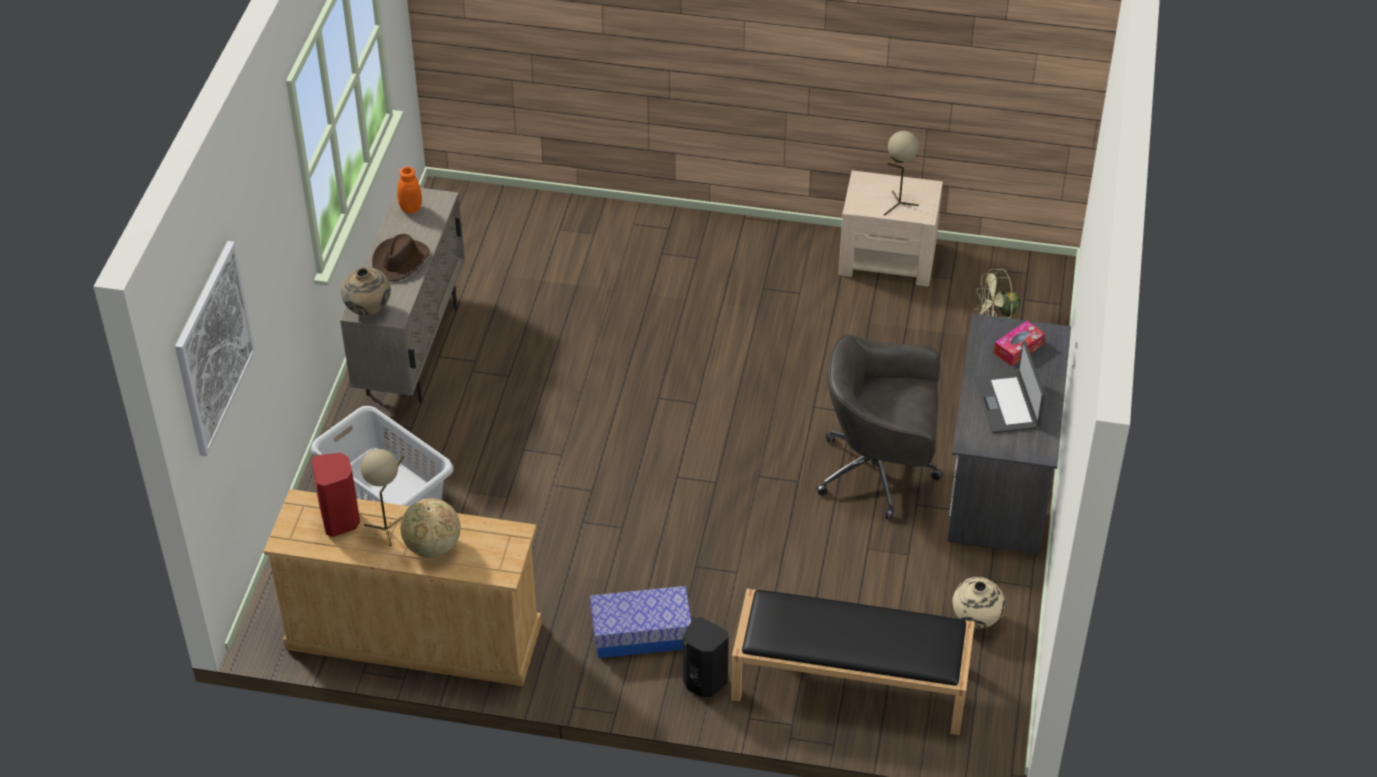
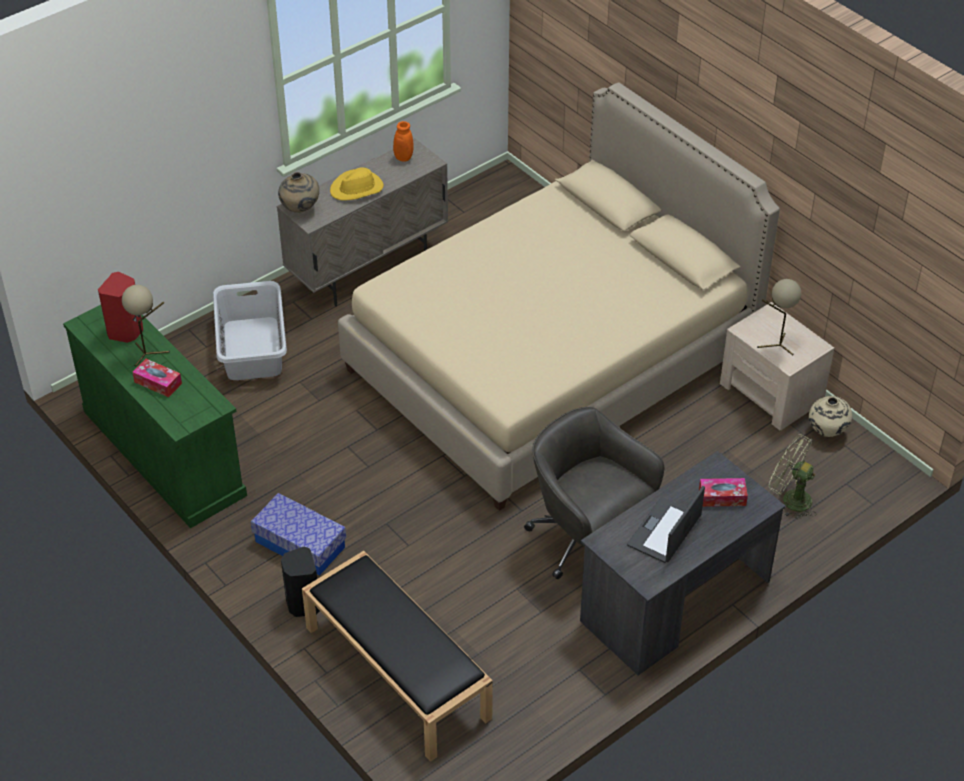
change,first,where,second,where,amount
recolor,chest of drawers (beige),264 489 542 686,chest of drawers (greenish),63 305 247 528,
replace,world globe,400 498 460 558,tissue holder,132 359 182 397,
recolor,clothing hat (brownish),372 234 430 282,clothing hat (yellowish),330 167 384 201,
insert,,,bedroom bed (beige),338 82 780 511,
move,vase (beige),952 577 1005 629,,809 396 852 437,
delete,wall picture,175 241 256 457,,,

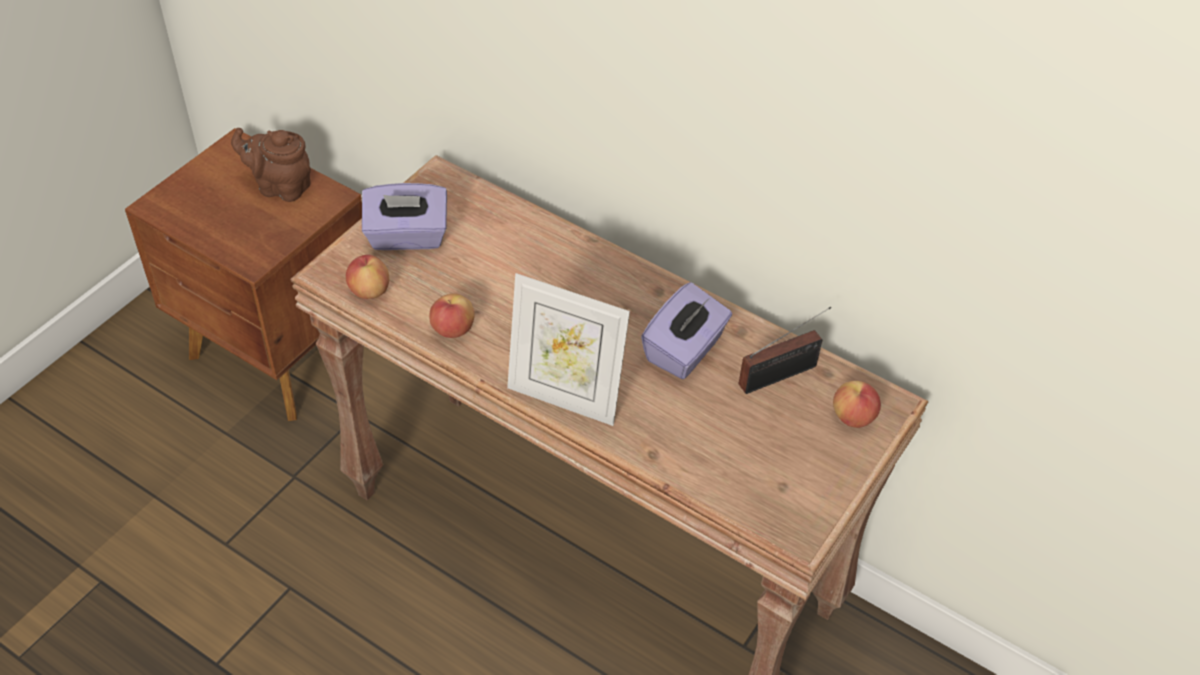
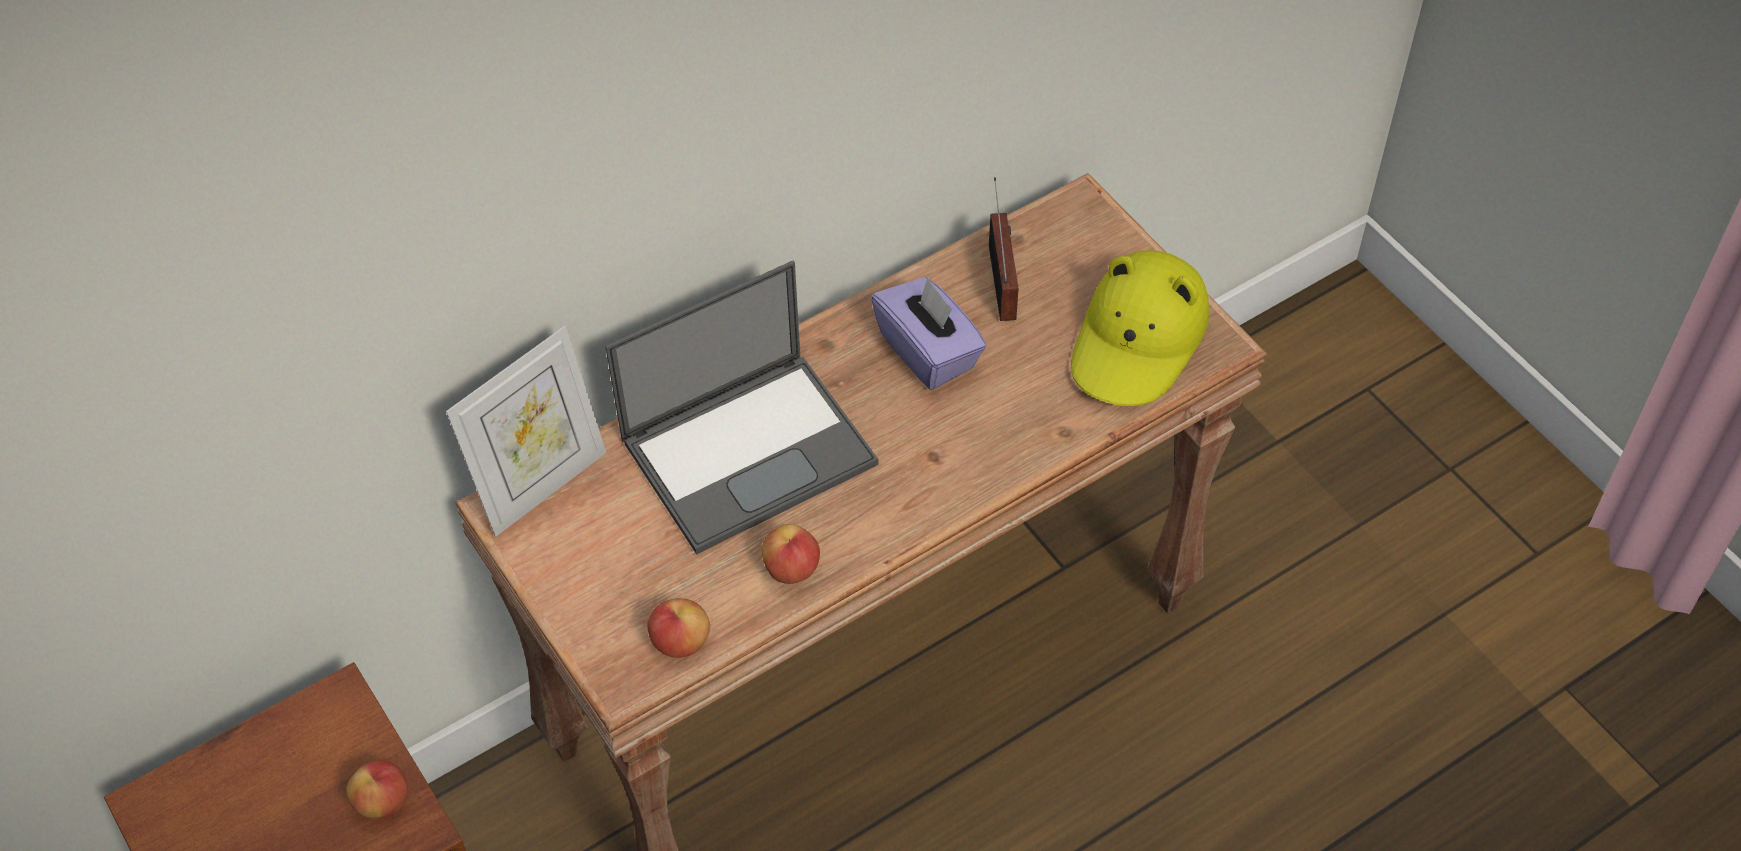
change,first,where,second,where,amount
move,apple,833 381 881 428,,346 760 408 818,
move,photo frame,507 273 630 426,,446 326 606 537,
insert,,,laptop,605 261 878 554,
insert,,,clothing hat (yellowish),1071 250 1209 406,
delete,teapot (brownish),231 128 311 202,,,
delete,tissue holder (purple),362 183 447 250,,,

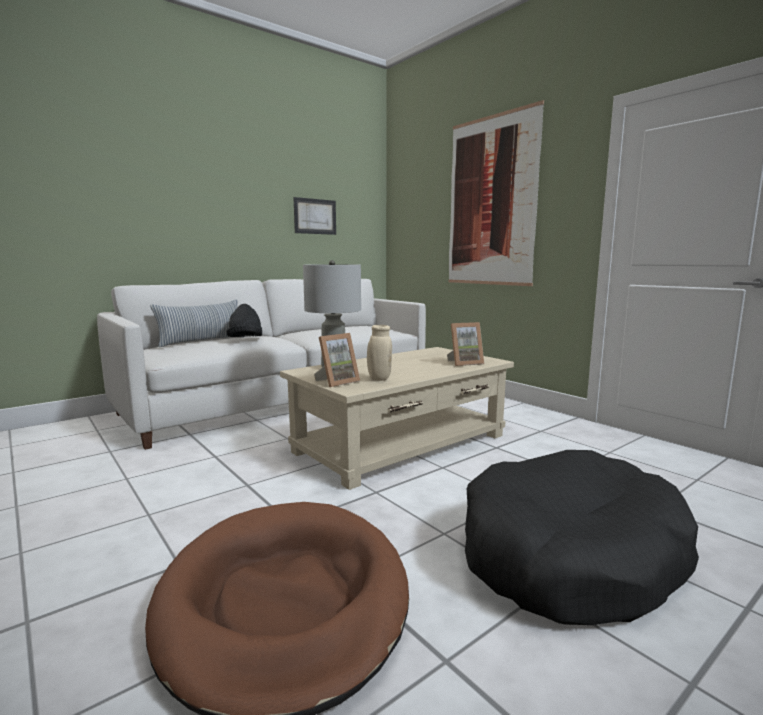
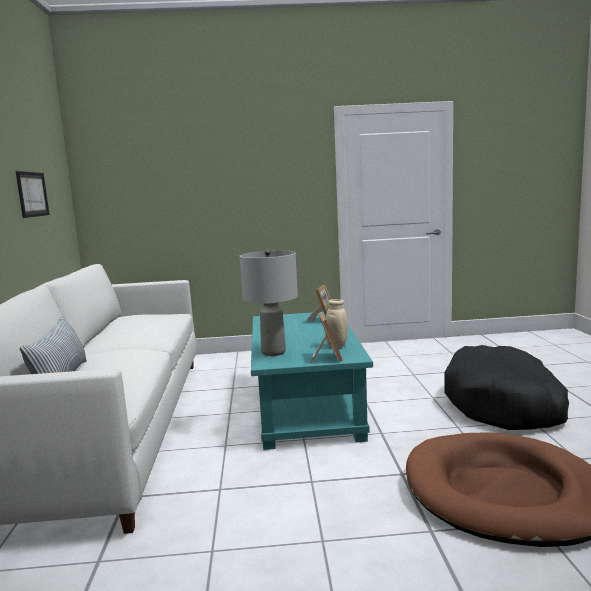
change,first,where,second,where,amount
recolor,low table (beige),280 347 514 490,low table (blue-green),251 312 373 450,
delete,clothing hat (black-coloured),226 304 262 337,,,
delete,wall picture,449 100 544 286,,,

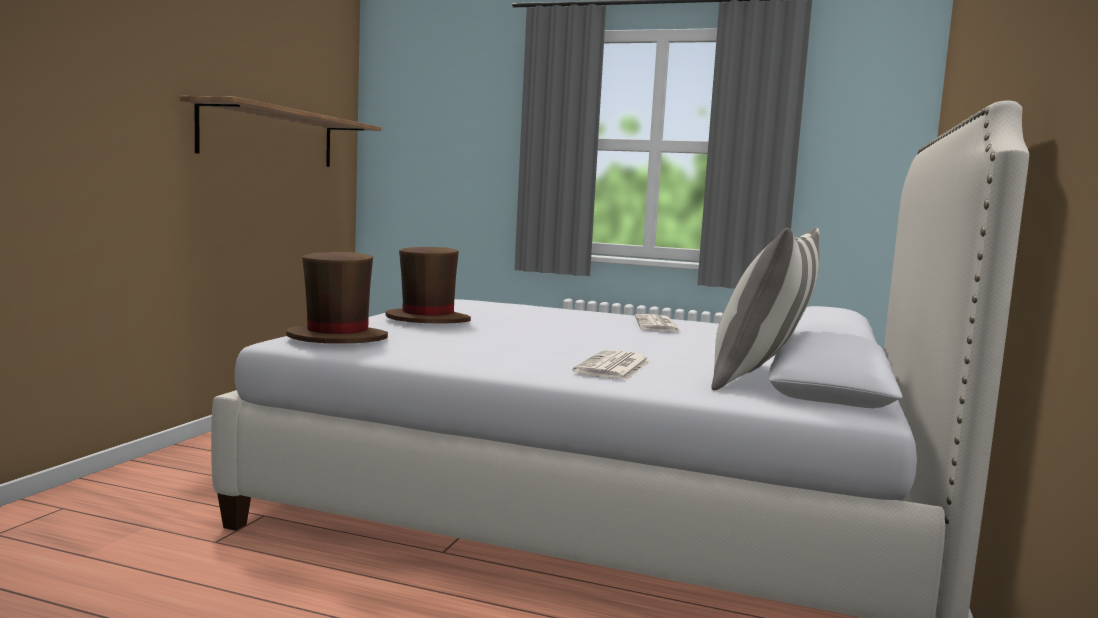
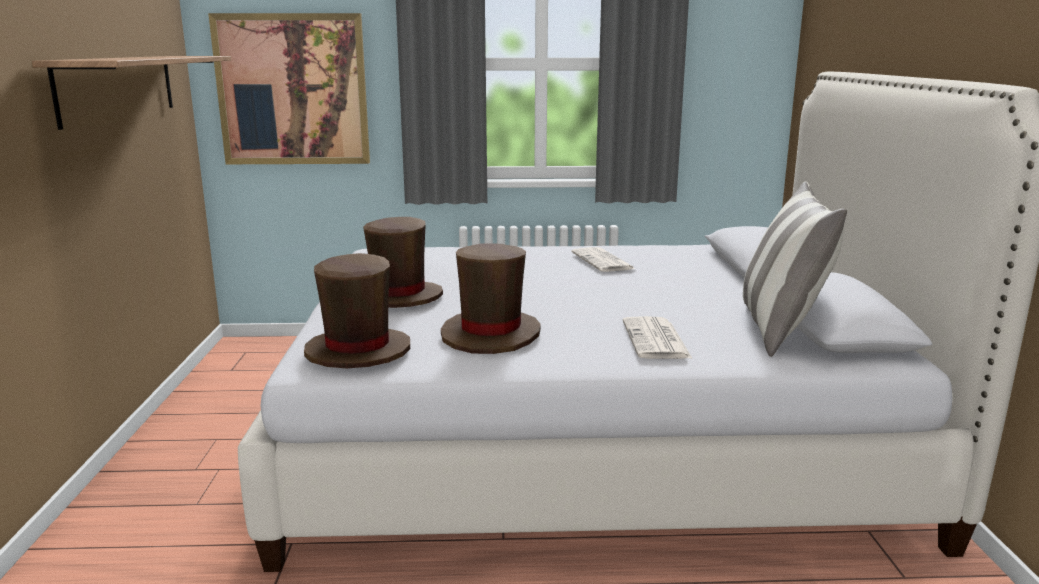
change,first,where,second,where,amount
insert,,,wall picture,208 13 370 164,
insert,,,clothing hat (brownish),441 244 541 354,

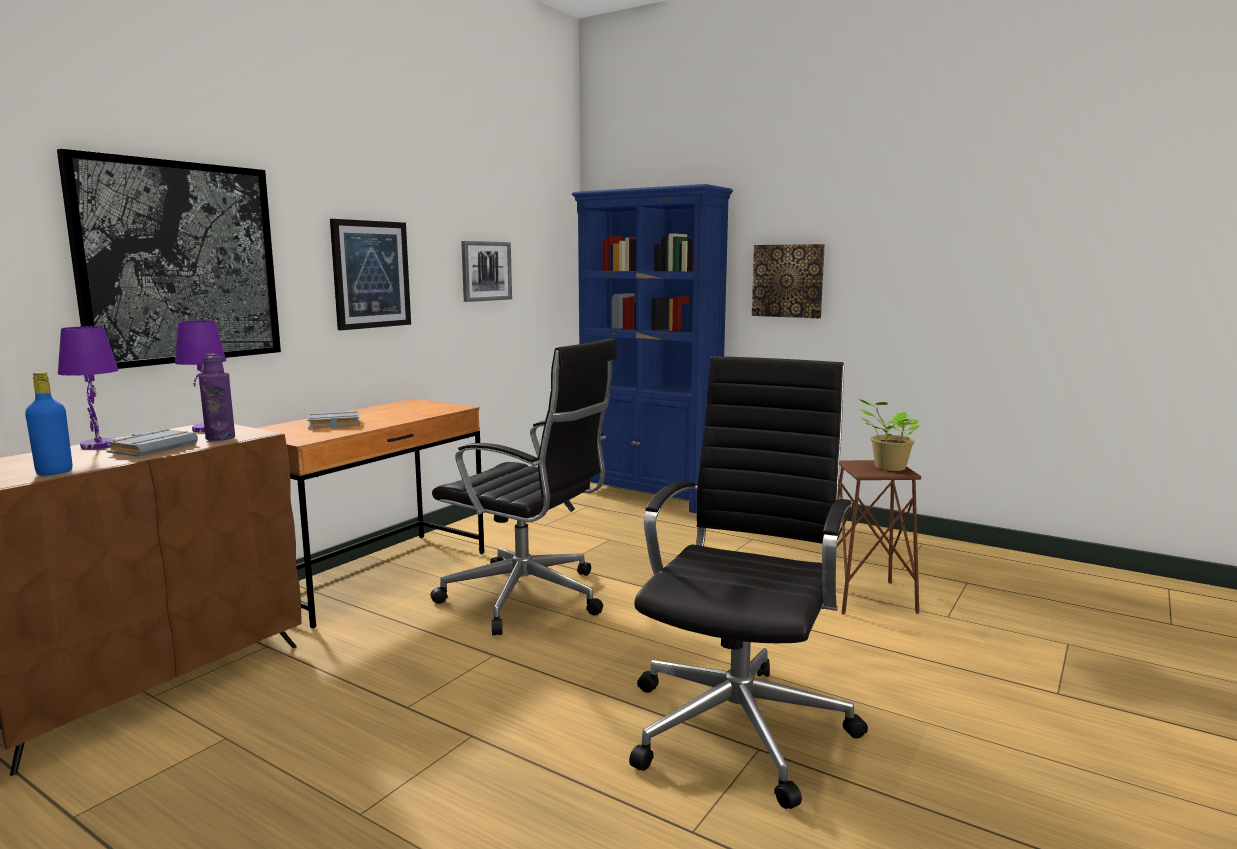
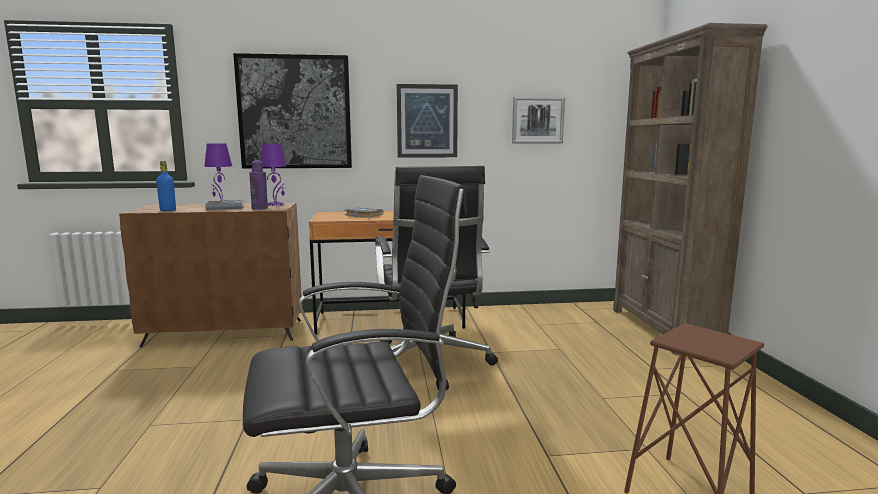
change,first,where,second,where,amount
recolor,bookshelf (bluish),572 184 733 513,bookshelf (brownish),613 23 767 355,
delete,wall picture,752 244 825 318,,,
delete,plant in a pot,859 399 919 471,,,

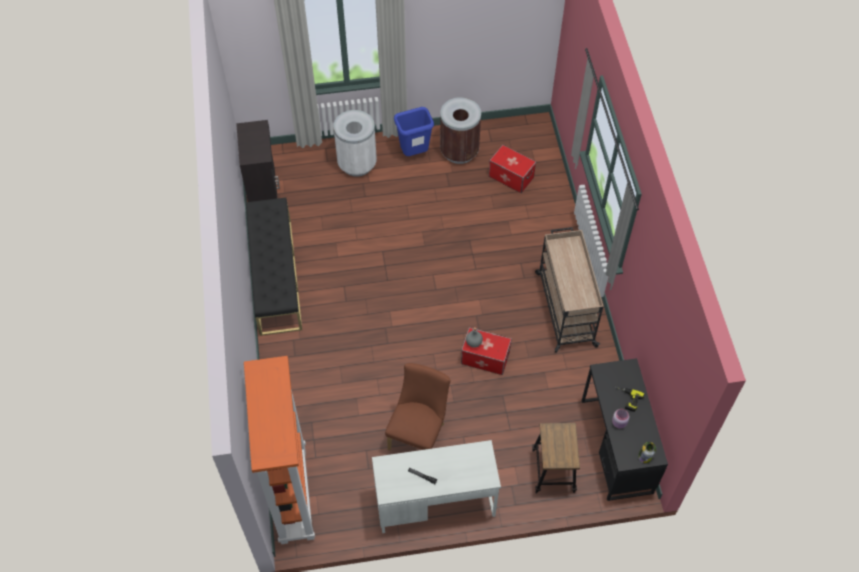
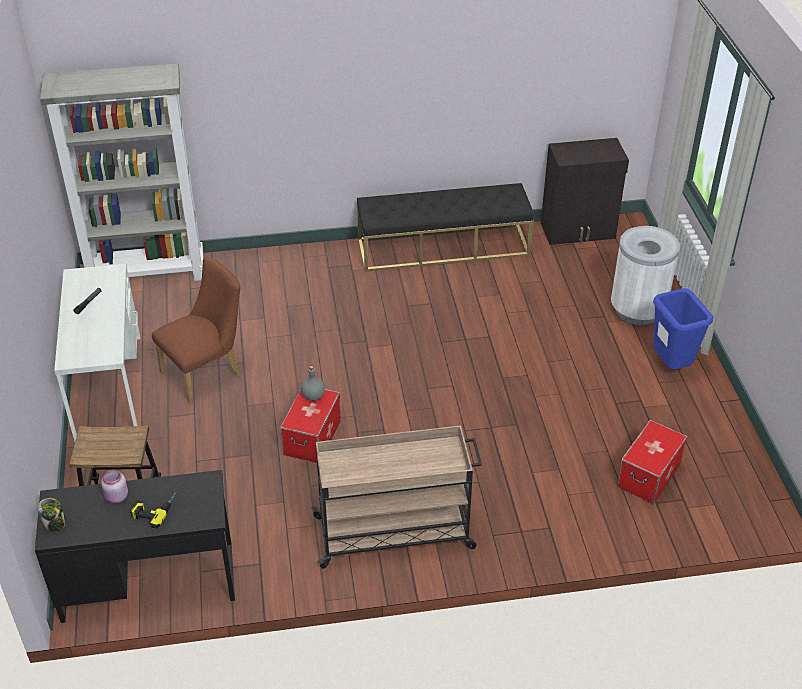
change,first,where,second,where,amount
recolor,bookshelf (orangey),244 356 315 544,bookshelf (greyish),40 63 204 281,
rotate,chair (brownish),385 363 450 451,,152 257 241 404,60 degrees counterclockwise
delete,waste bin (brownish),440 97 481 164,,,

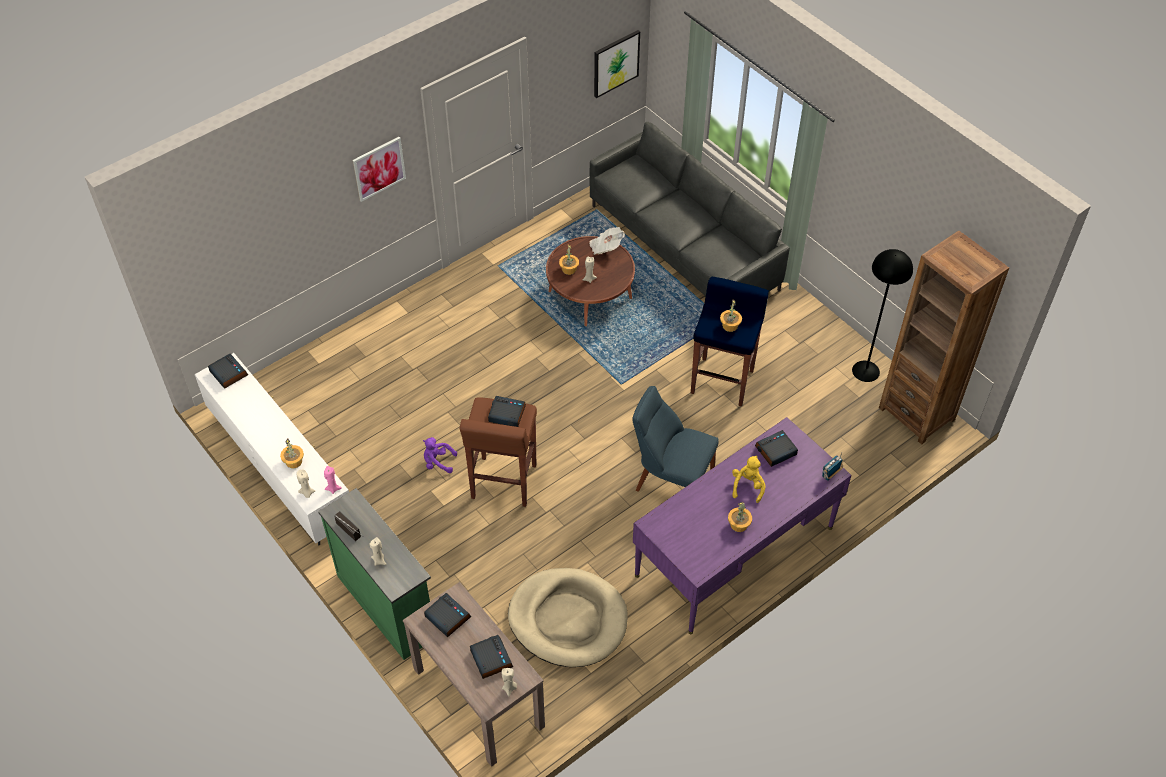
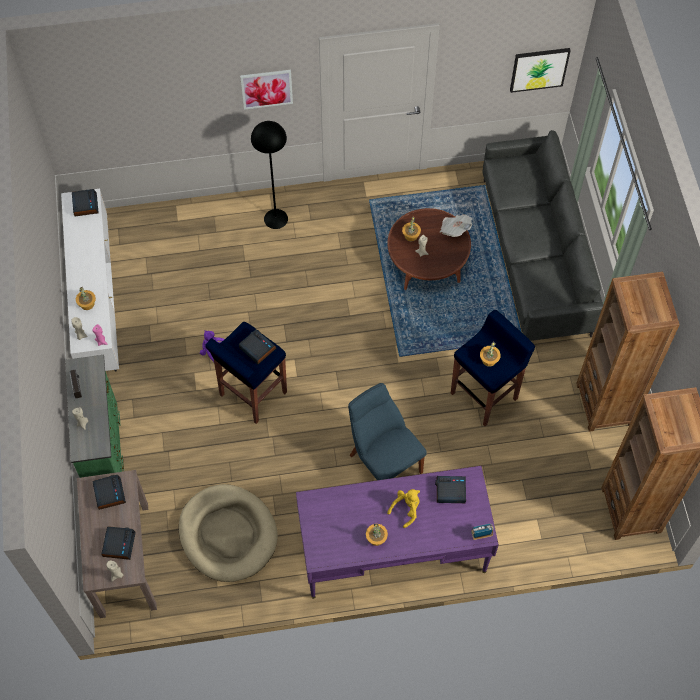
change,first,where,second,where,amount
recolor,stool (brownish),460 397 537 507,stool (bluish),205 322 287 424,
move,floor lamp (black-coloured),852 249 913 382,,251 121 288 229,
insert,,,bookshelf (brownish),576 272 680 432,

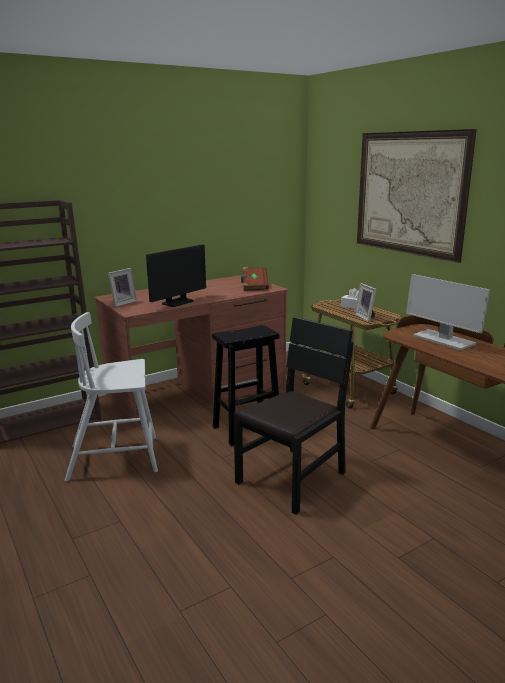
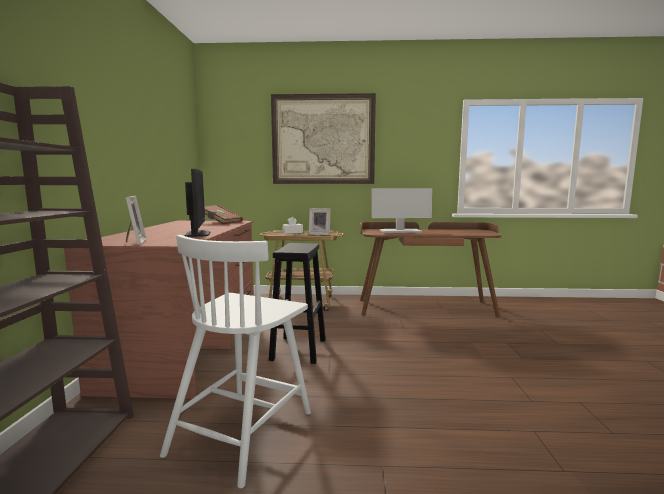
change,first,where,second,where,amount
delete,chair (black-coloured),234 317 354 514,,,

